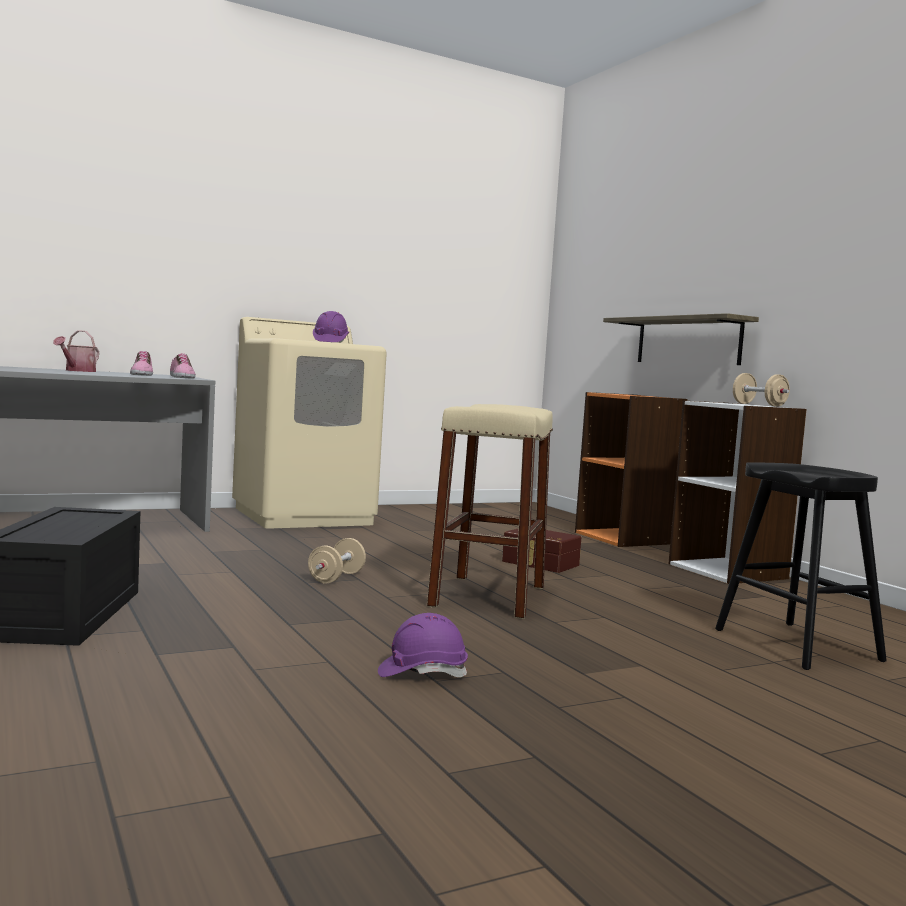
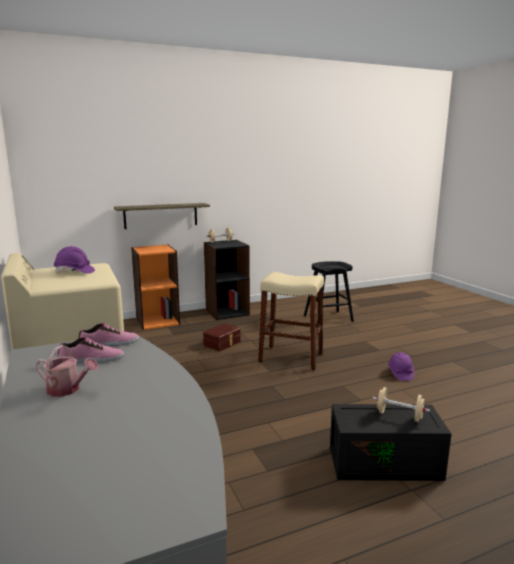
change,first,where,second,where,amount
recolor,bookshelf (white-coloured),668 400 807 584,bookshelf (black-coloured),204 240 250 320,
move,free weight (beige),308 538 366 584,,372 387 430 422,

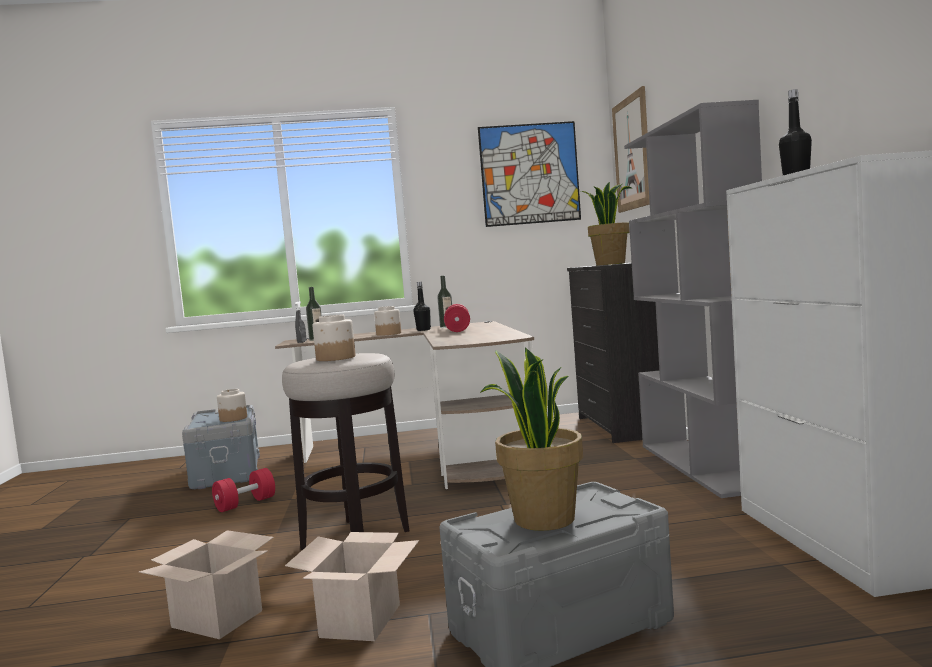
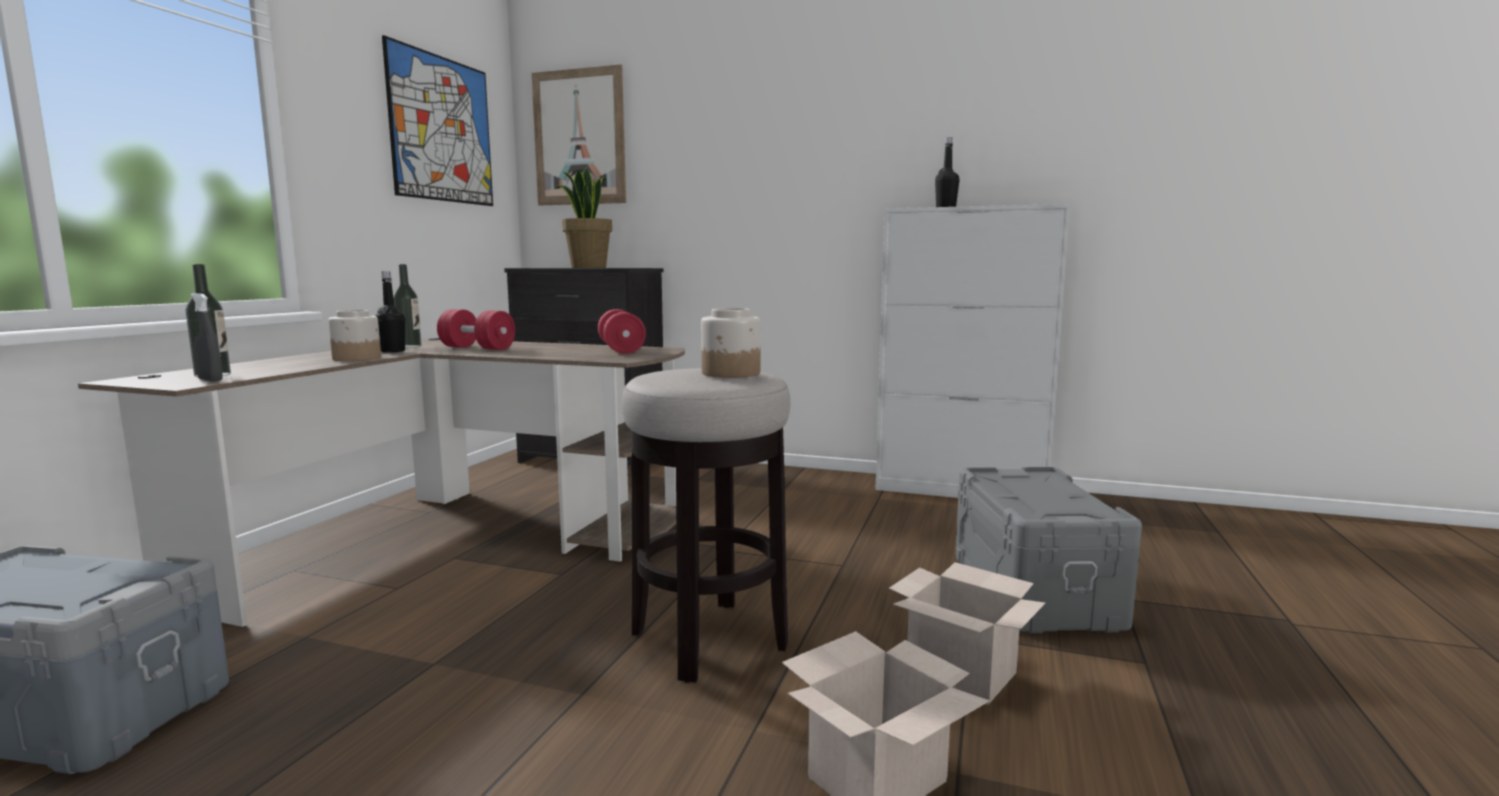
change,first,where,second,where,amount
move,free weight (red),212 468 275 512,,598 309 646 354,
delete,preserve jar,217 389 247 422,,,
delete,plant in a pot,480 347 583 531,,,
delete,bookshelf (greyish),624 100 762 498,,,

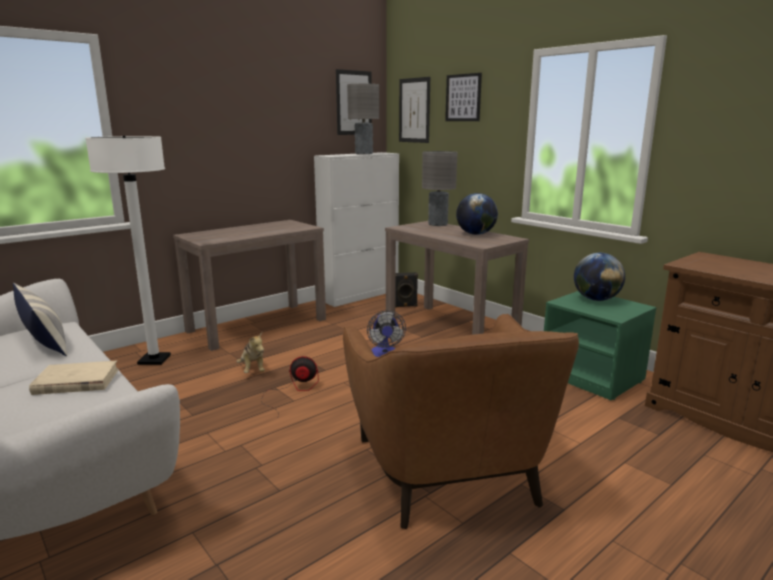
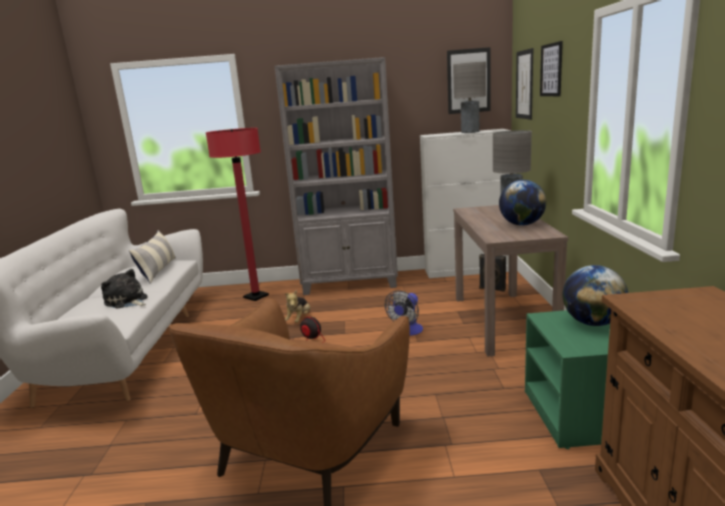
change,first,where,second,where,amount
replace,book (beige),29 361 119 395,soft toy,101 269 148 309,
recolor,floor lamp (white-coloured),85 136 171 365,floor lamp (red),206 128 269 301,
replace,narrow table (brownish),173 220 326 351,bookshelf (greyish),275 57 398 295,

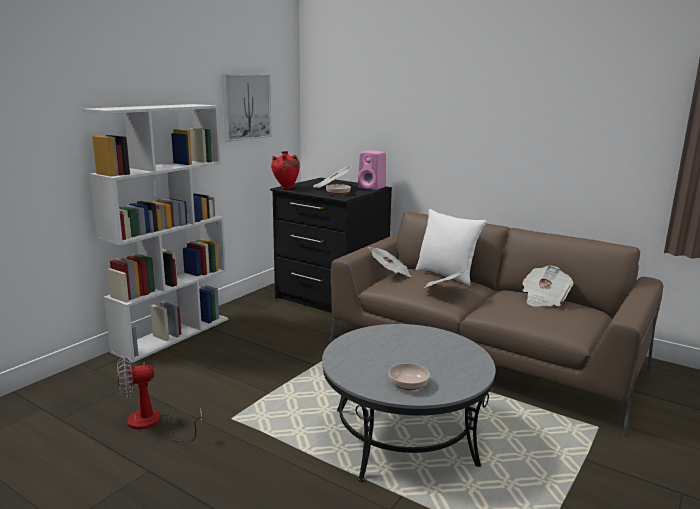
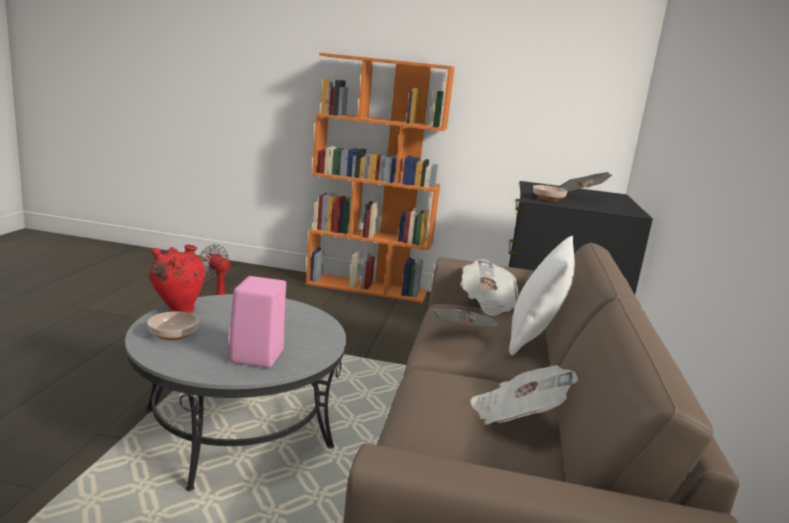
change,first,where,second,where,amount
move,vase (red),271 151 300 189,,148 245 205 313,
move,audio speaker (pink-coloured),358 150 386 190,,228 276 286 368,
recolor,bookshelf (white-coloured),82 104 228 363,bookshelf (orangey),306 53 455 303,
delete,wall picture,222 74 272 142,,,

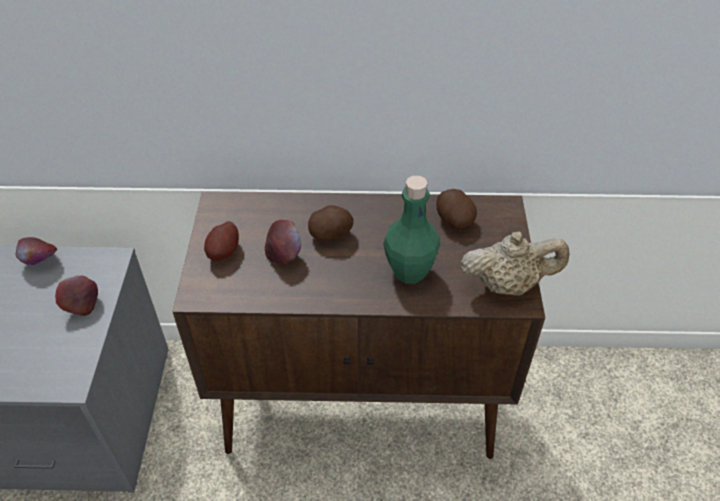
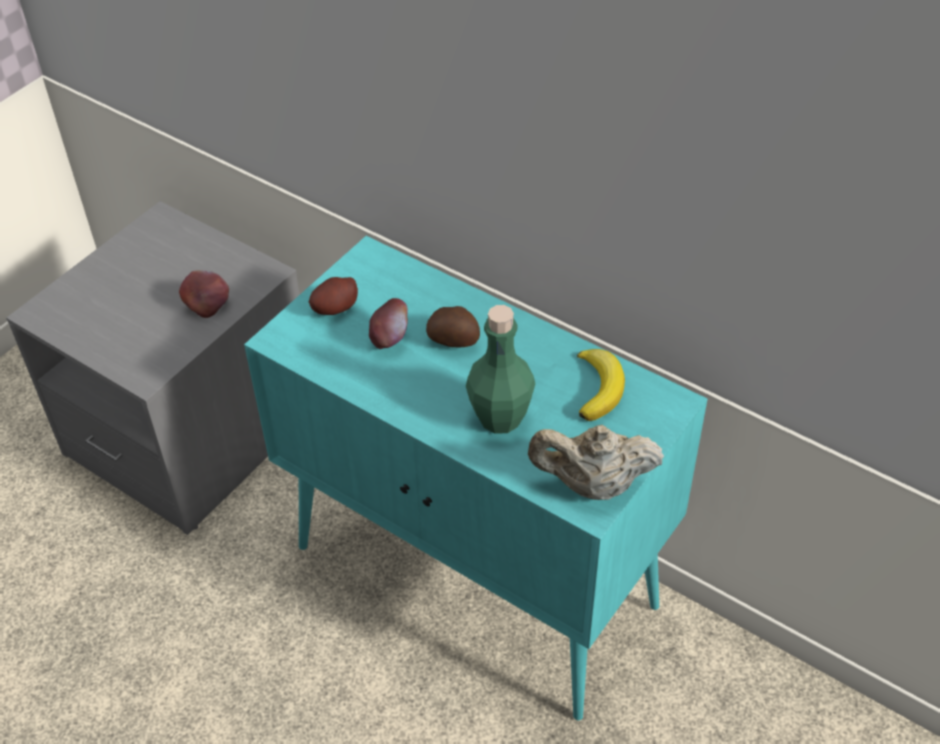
change,first,where,second,where,amount
recolor,storage cabinet (brownish),172 191 545 459,storage cabinet (blue-green),244 236 707 720,
rotate,teapot (beige),461 231 569 296,,528 425 664 500,150 degrees clockwise
replace,whole potato,436 189 477 229,whole banana,577 349 625 421,
delete,apple,15 237 57 265,,,

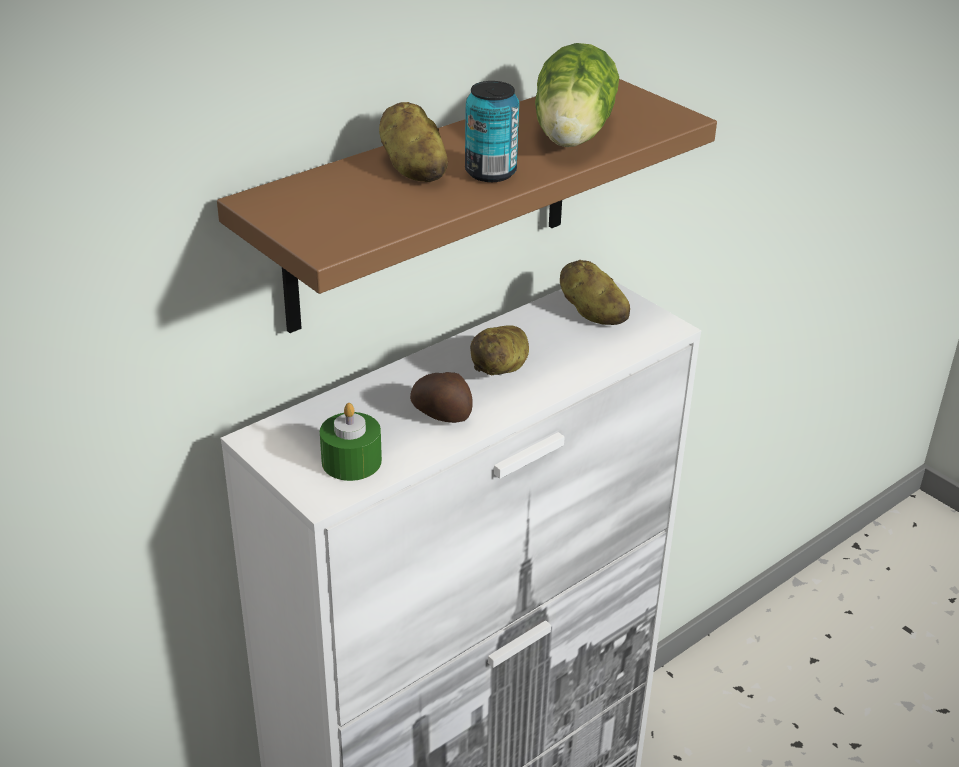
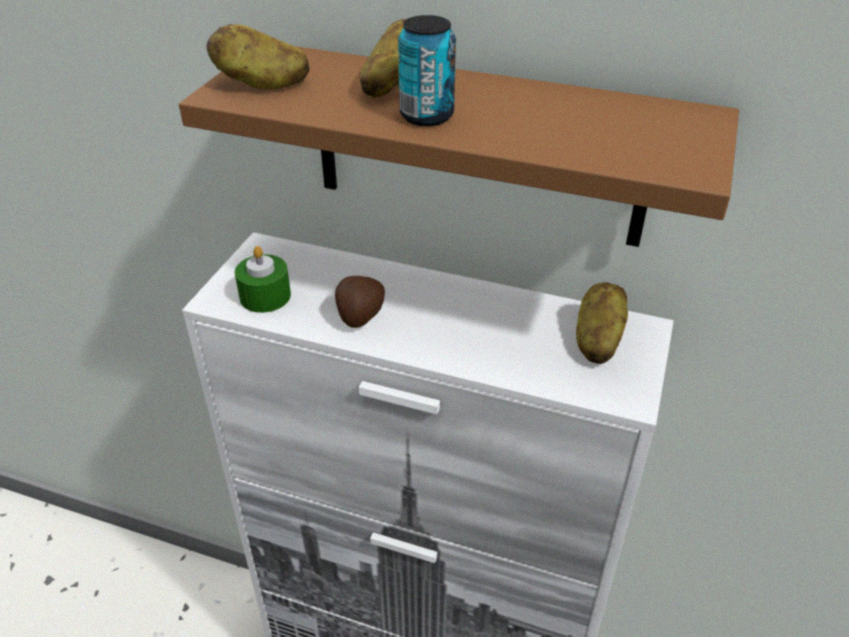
change,first,where,second,where,amount
move,whole potato,470 325 529 375,,207 24 309 89,
delete,lettuce,535 43 619 147,,,

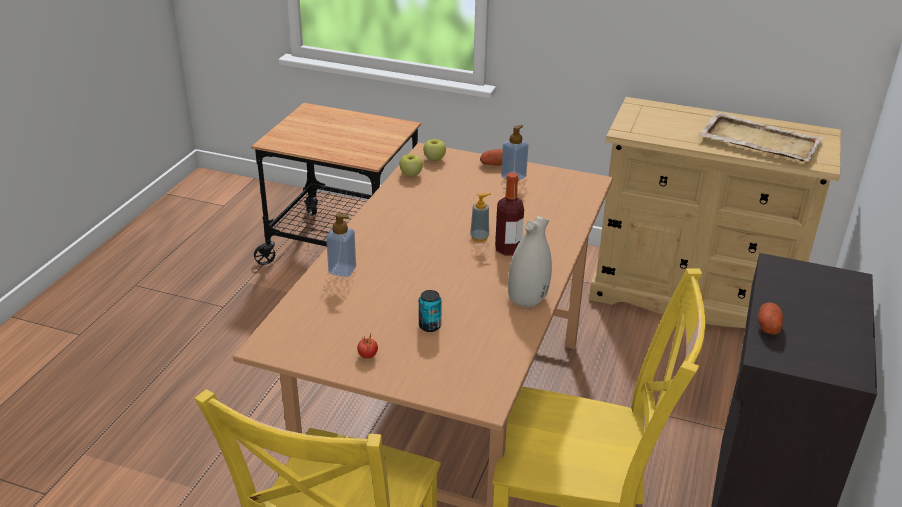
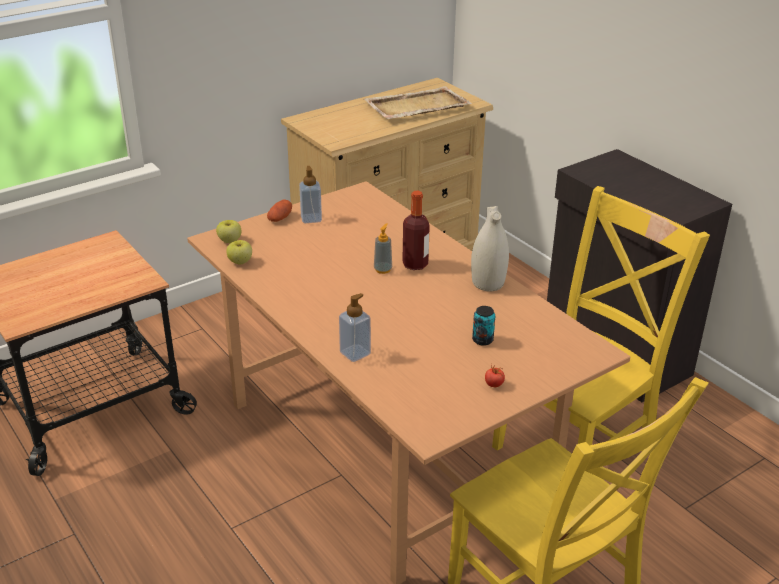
change,first,where,second,where,amount
delete,whole potato,758 303 783 335,,,

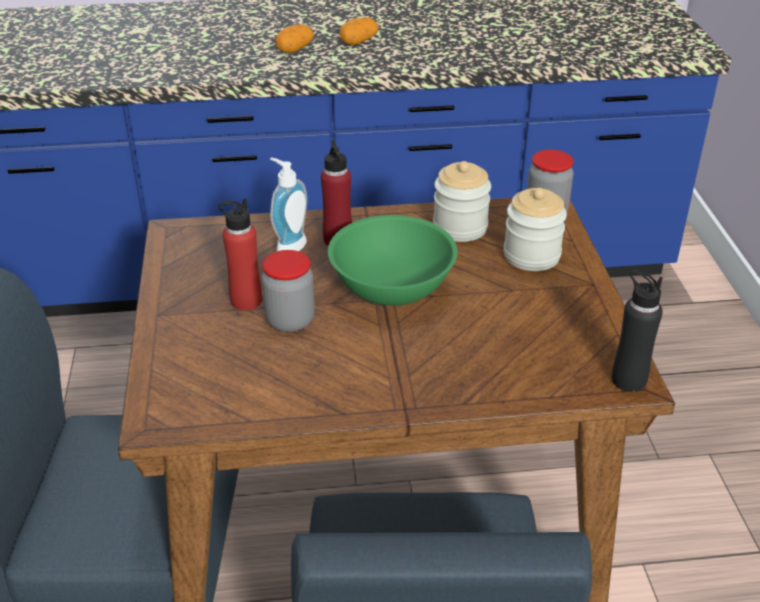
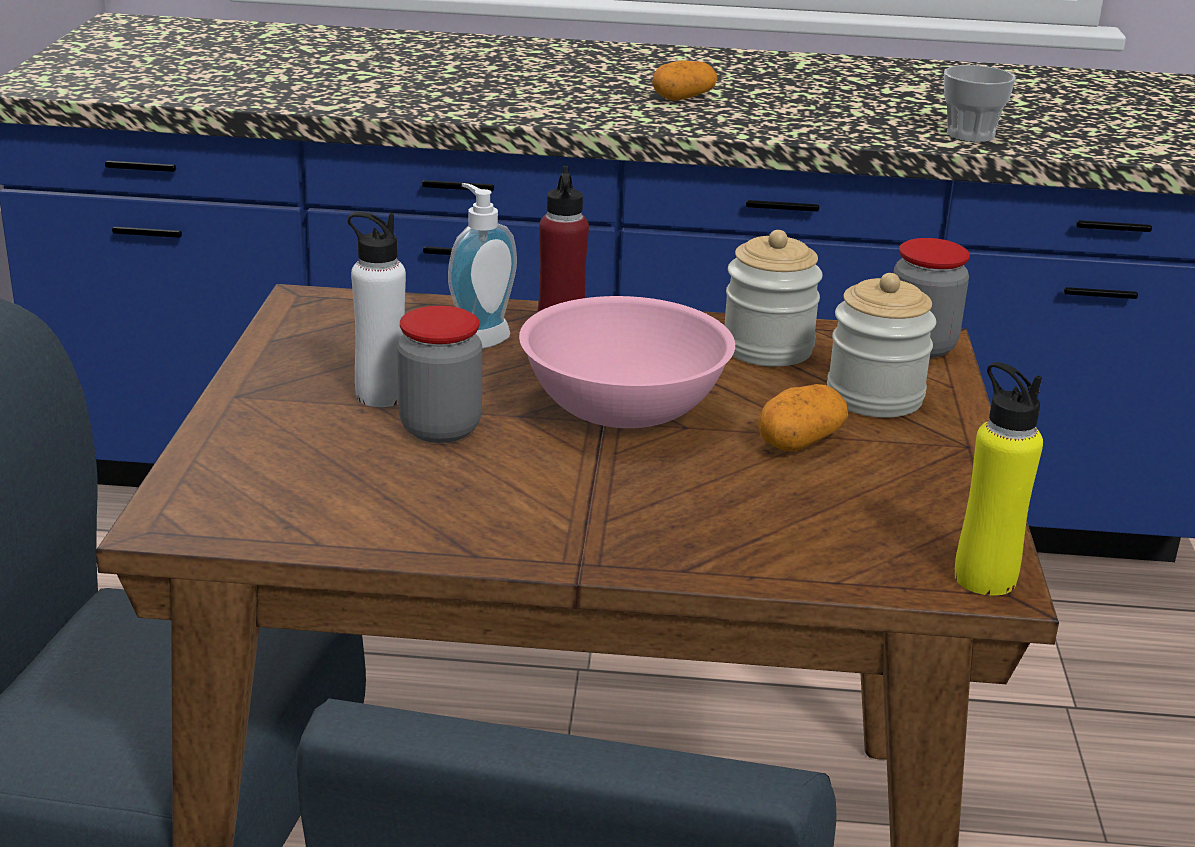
change,first,where,second,where,amount
recolor,bottle (red),218 198 262 310,bottle (white-coloured),348 212 406 407,
recolor,serving bowl (greenish),328 215 458 306,serving bowl (pink-coloured),519 296 735 428,
move,whole potato,275 24 314 53,,757 384 848 452,
insert,,,drinking cup,944 65 1015 142,
recolor,bottle (black-coloured),612 270 663 392,bottle (yellowish),954 362 1043 596,

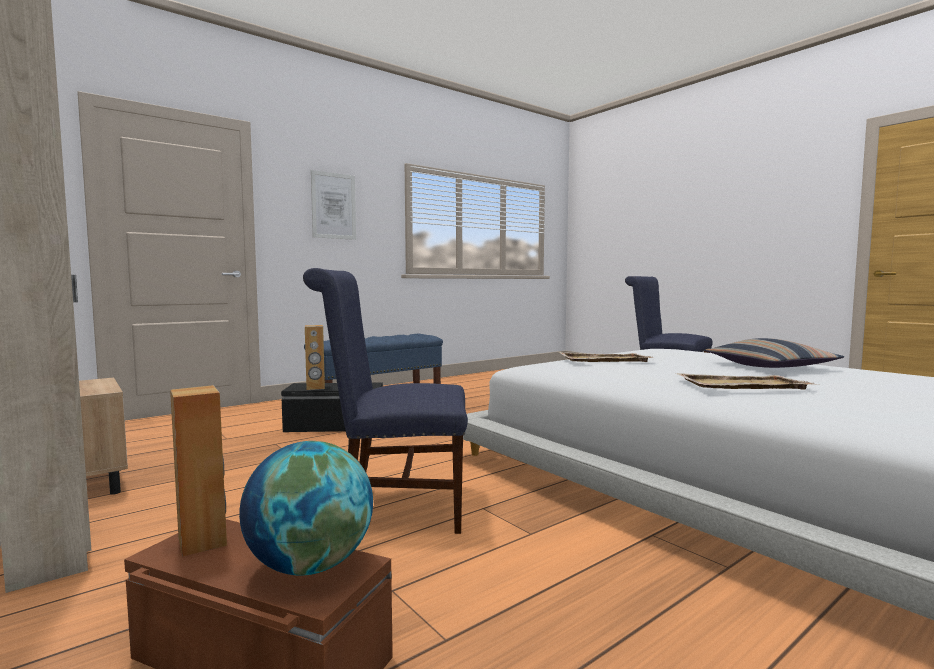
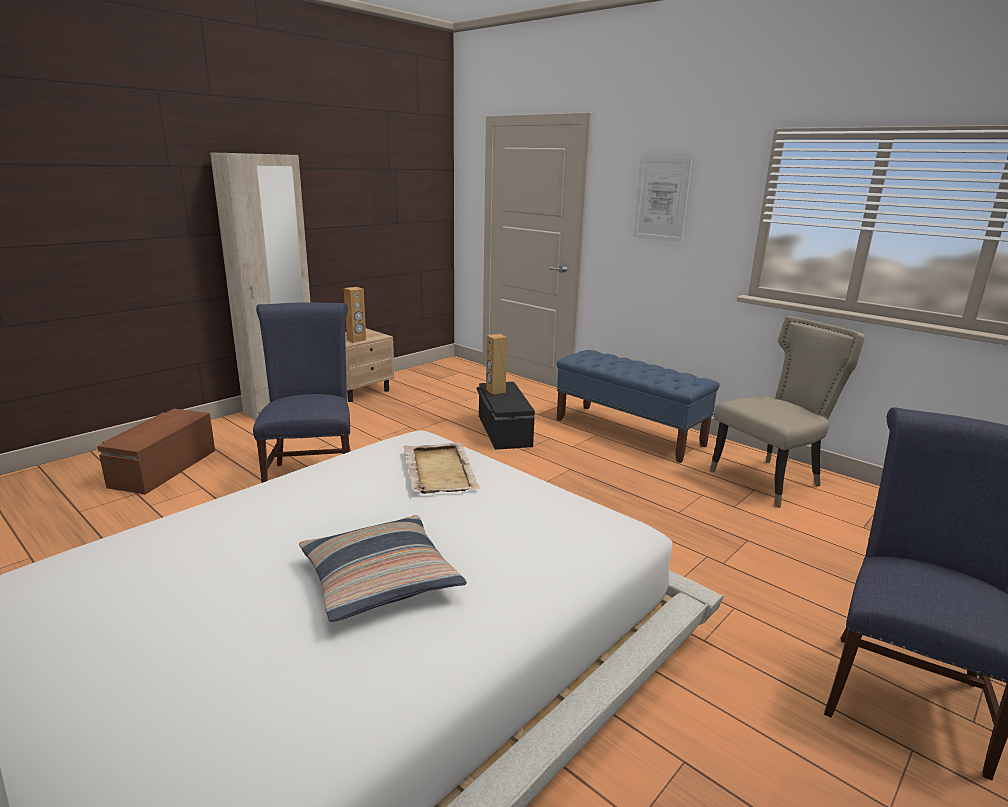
change,first,where,second,where,amount
move,audio speaker (brownish),170 385 227 557,,344 287 366 343,
insert,,,chair (beige),710 316 865 508,
delete,world globe,239 441 373 575,,,
delete,carrying tray (beige),675 373 818 389,,,

